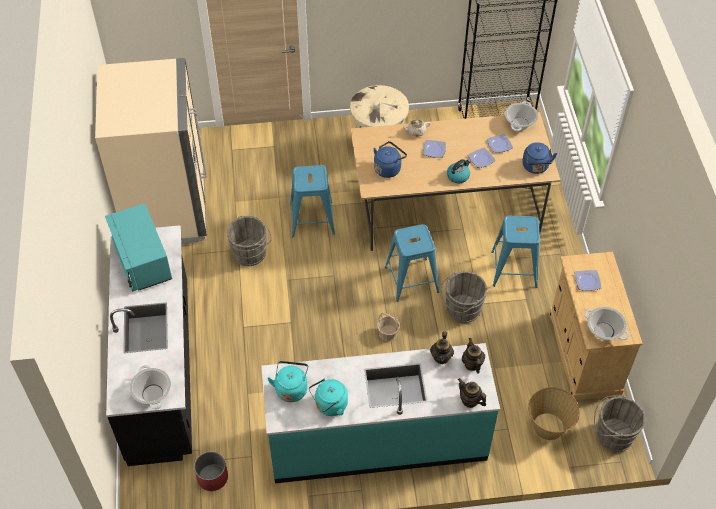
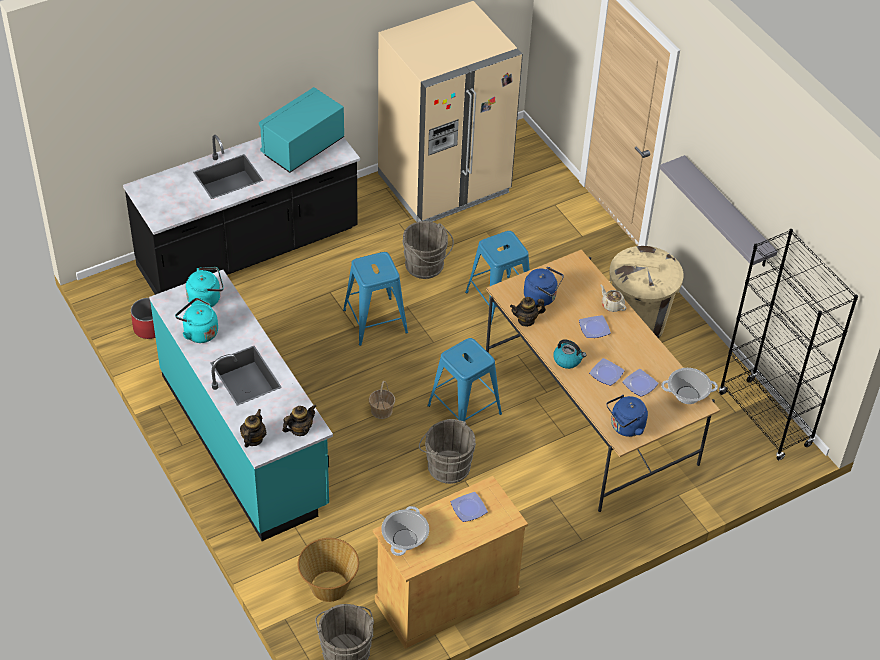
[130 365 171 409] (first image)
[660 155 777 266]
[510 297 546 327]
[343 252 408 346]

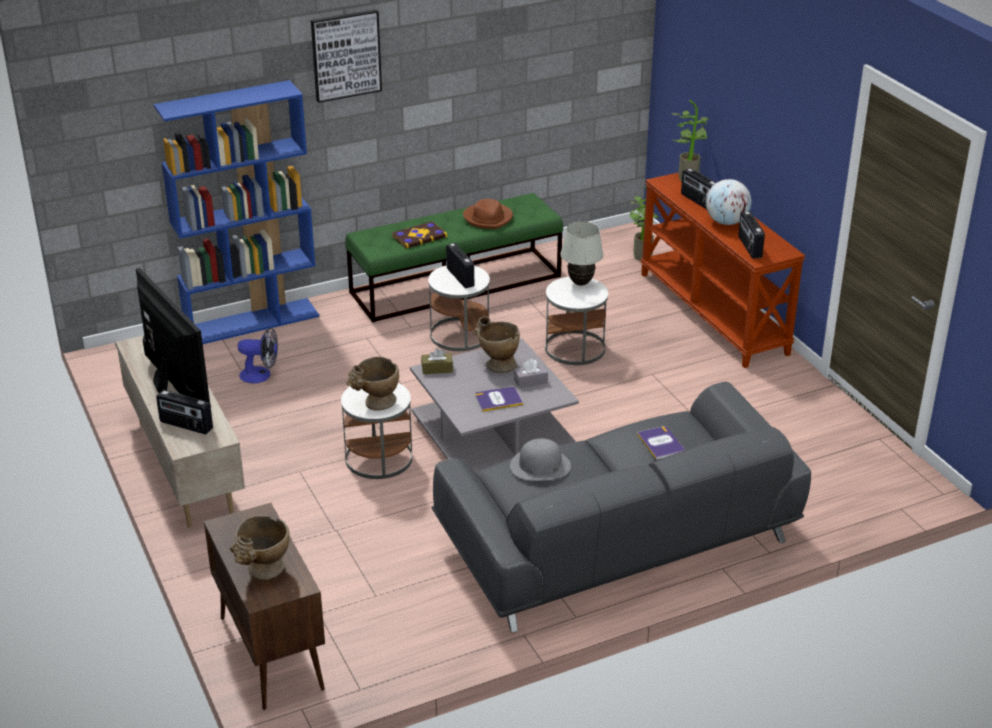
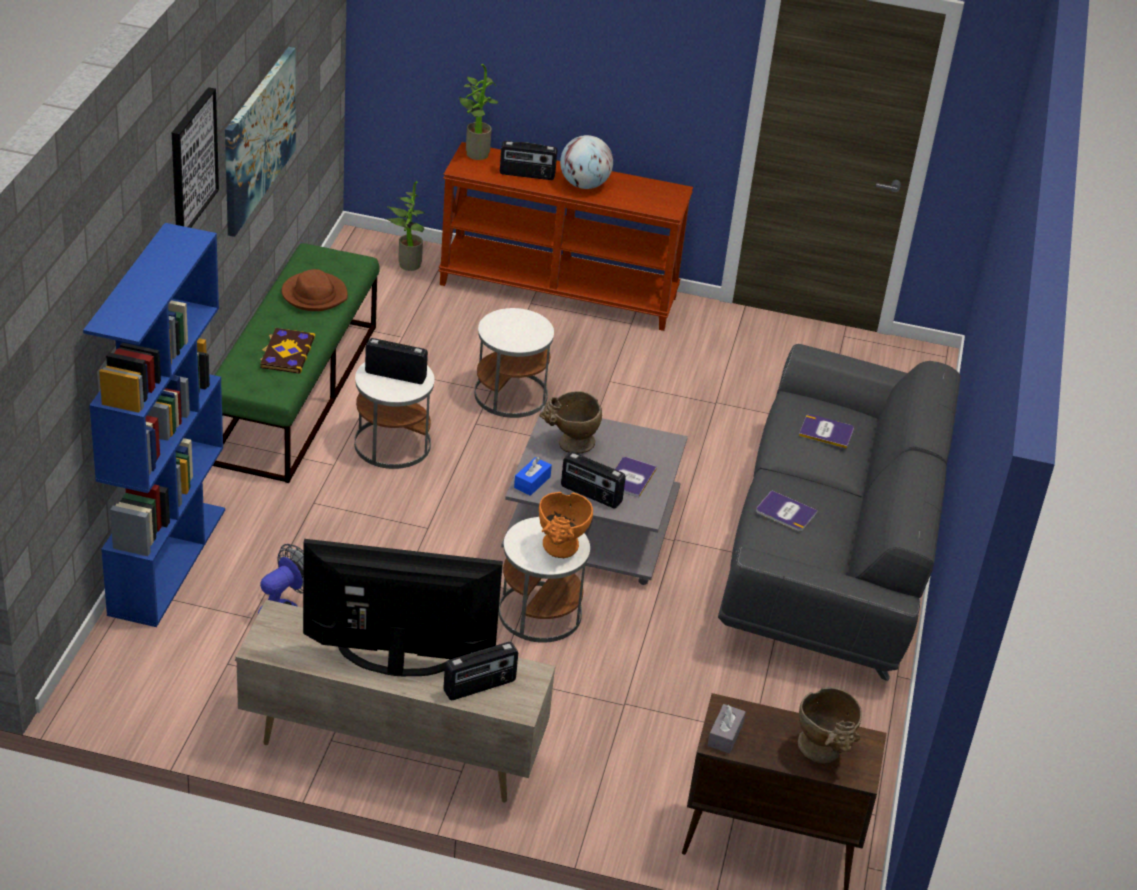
[560 222 604 286] (first image)
[225 47 296 237]
[708 704 746 754]
[561 452 626 509]
[756 490 818 531]
[539 492 593 558]
[514 457 552 496]

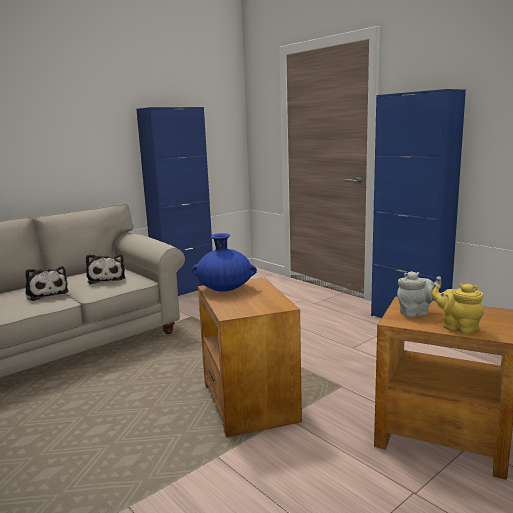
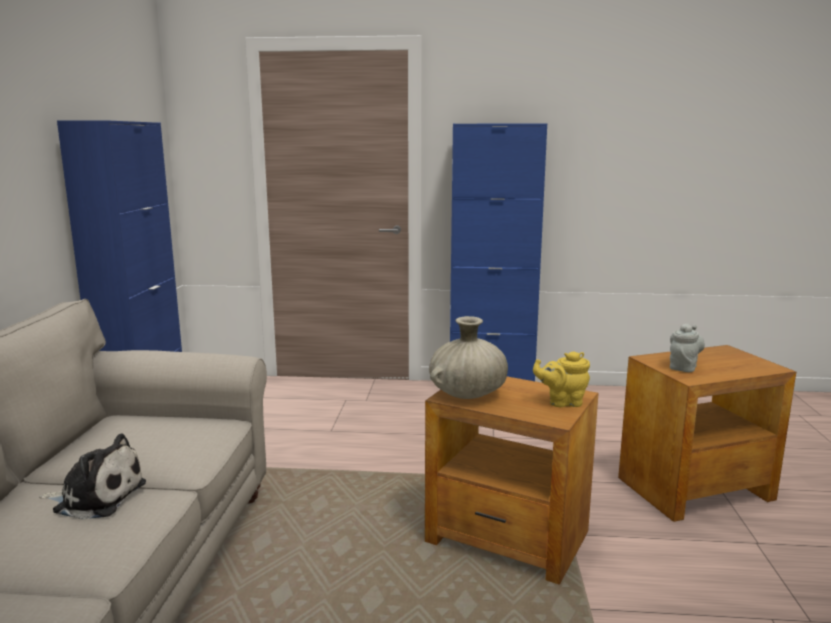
[86 254 125 284] (first image)
[533 351 590 407]
[429 316 508 399]

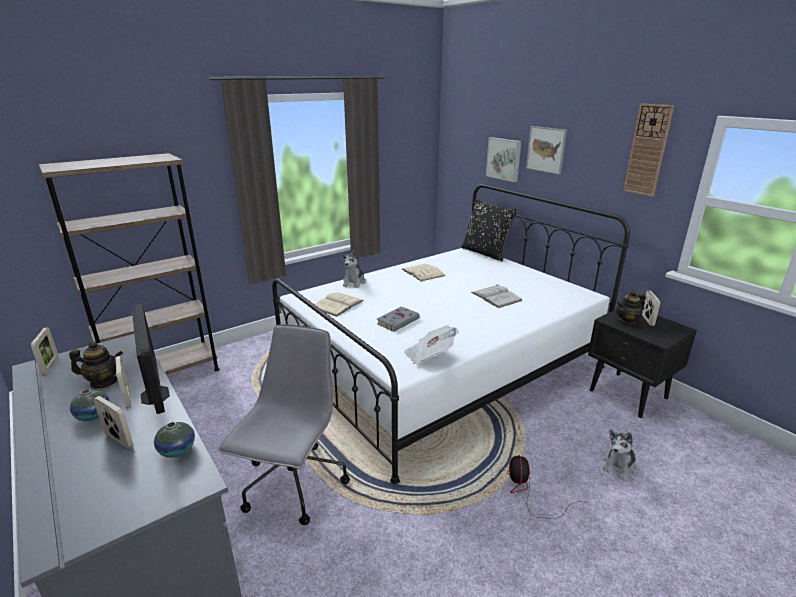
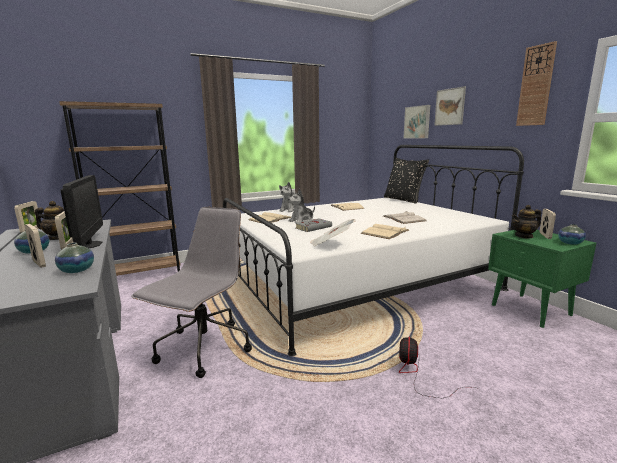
[361 224 409 239]
[558 224 586 245]
[288 189 315 223]
[488 230 596 328]

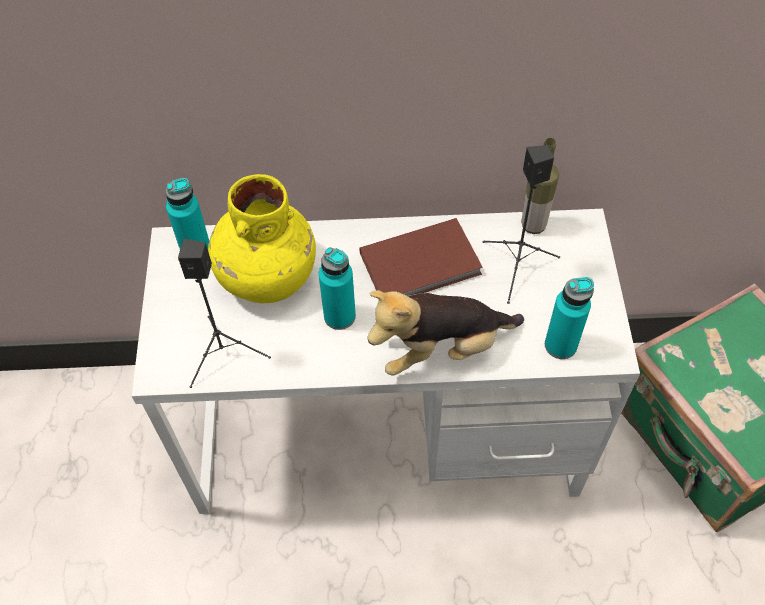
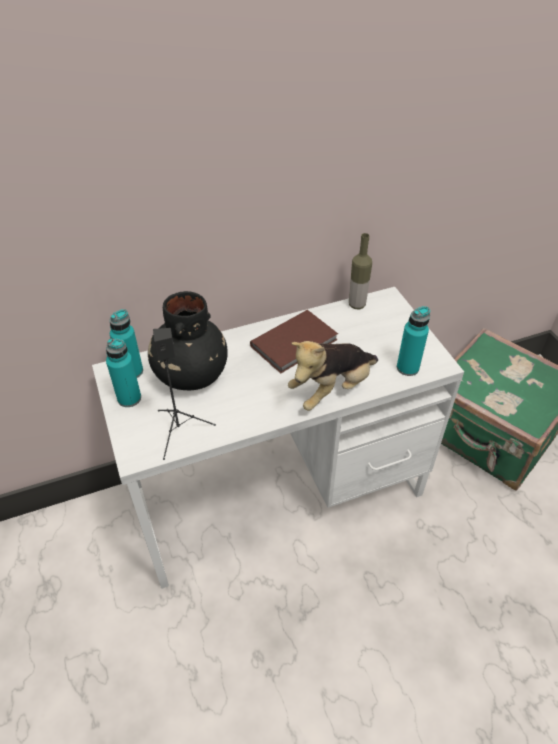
[483 145 560 304] (first image)
[106 338 141 407]
[148 291 228 390]

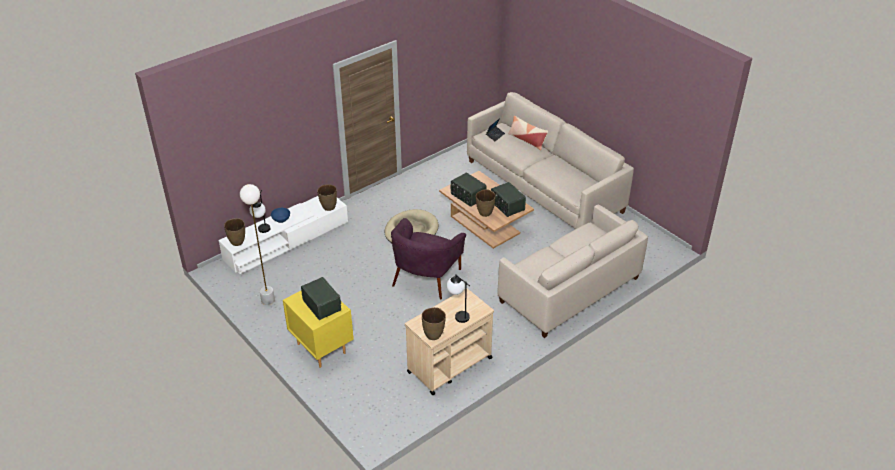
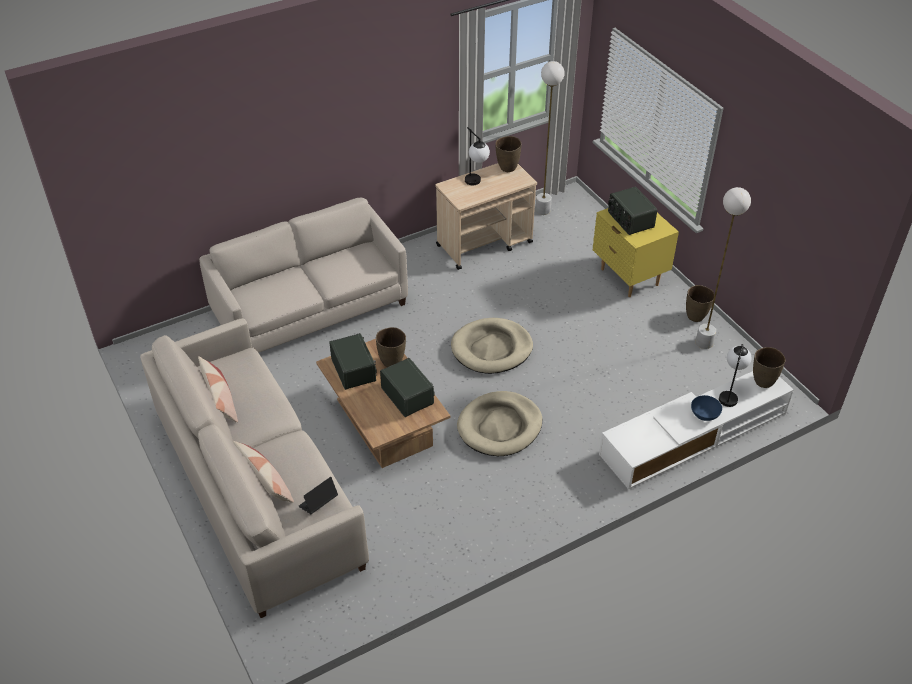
[198 356 238 423]
[535 61 564 215]
[686 285 715 322]
[451 318 533 374]

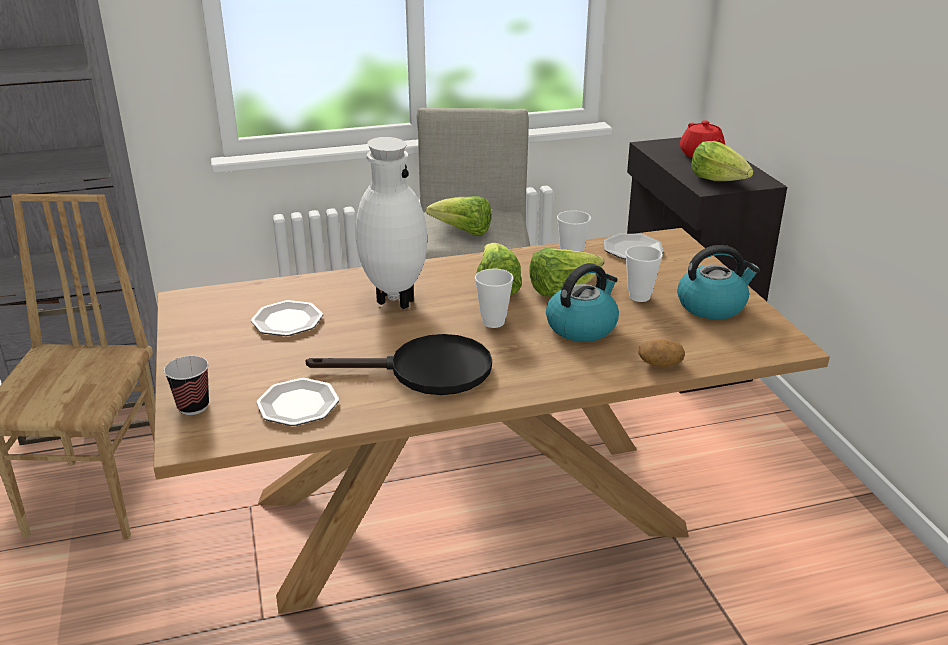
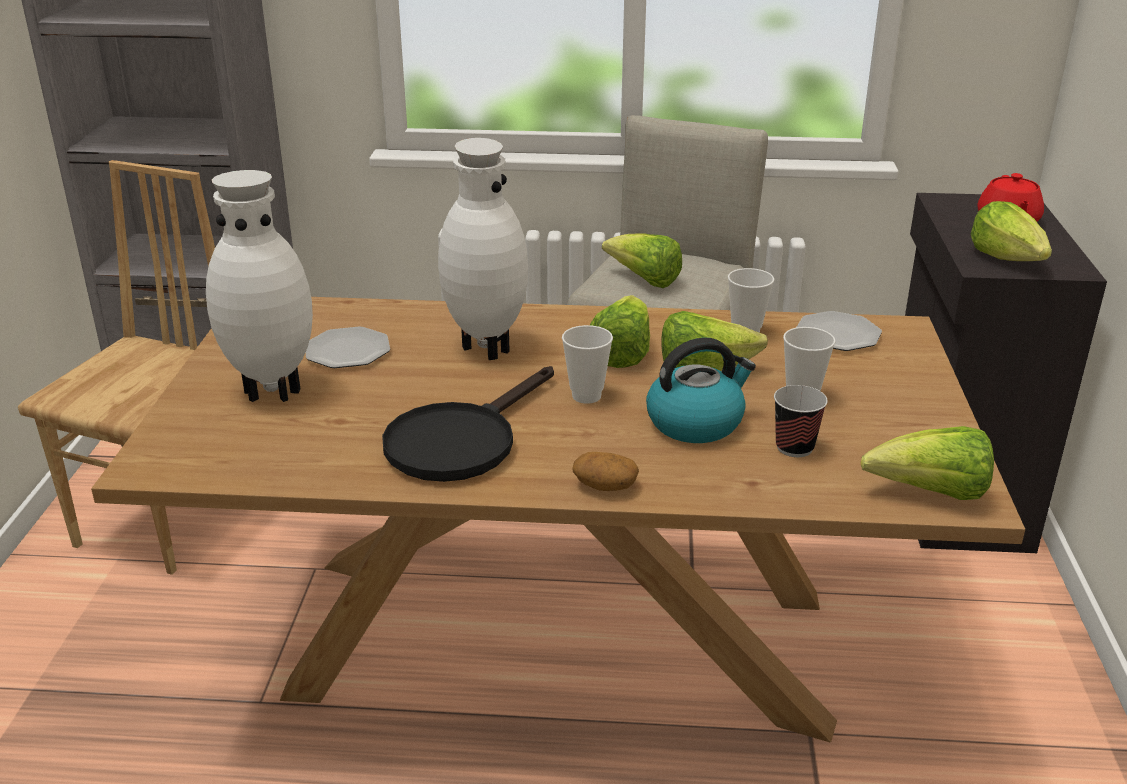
[256 378 339 426] (first image)
[677 245 760 319] (first image)
[206 170 313 402]
[861 426 994 500]
[774 385 828 457]
[573 452 639 491]
[382 366 554 482]

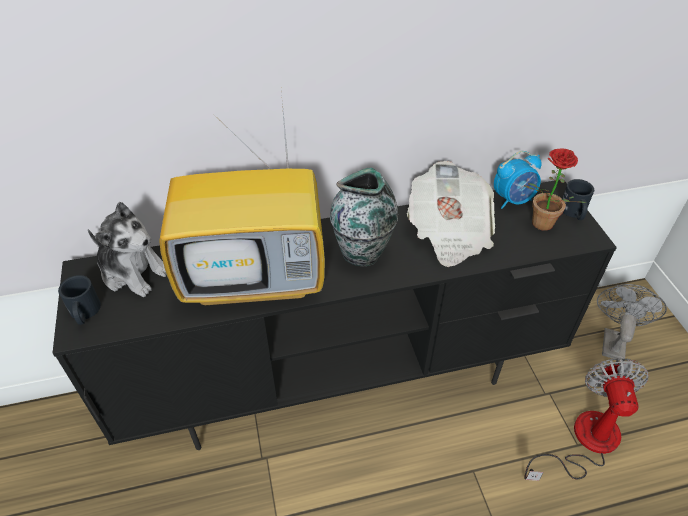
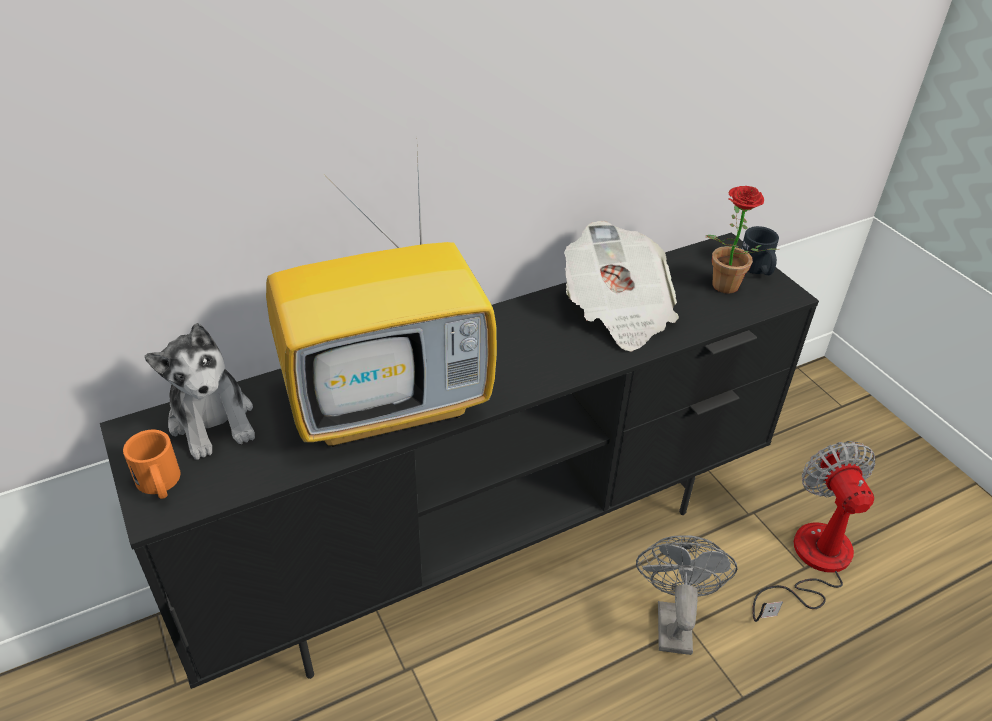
[330 168 398 266] (first image)
[494 151 542 209] (first image)
[636 536 738 655]
[123 430 180 499]
[145 323 255 460]

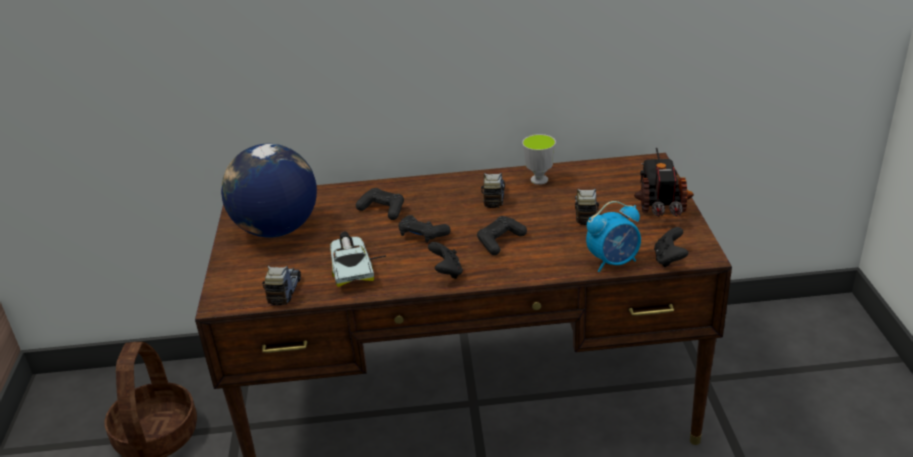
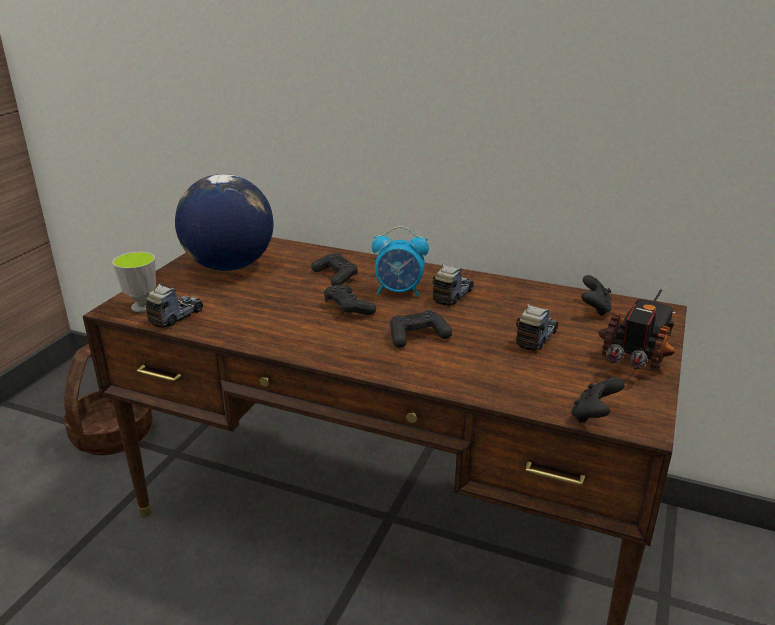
[330 232 386 287] (first image)
[581 275 611 316]
[112 251 156 312]
[372 226 429 297]

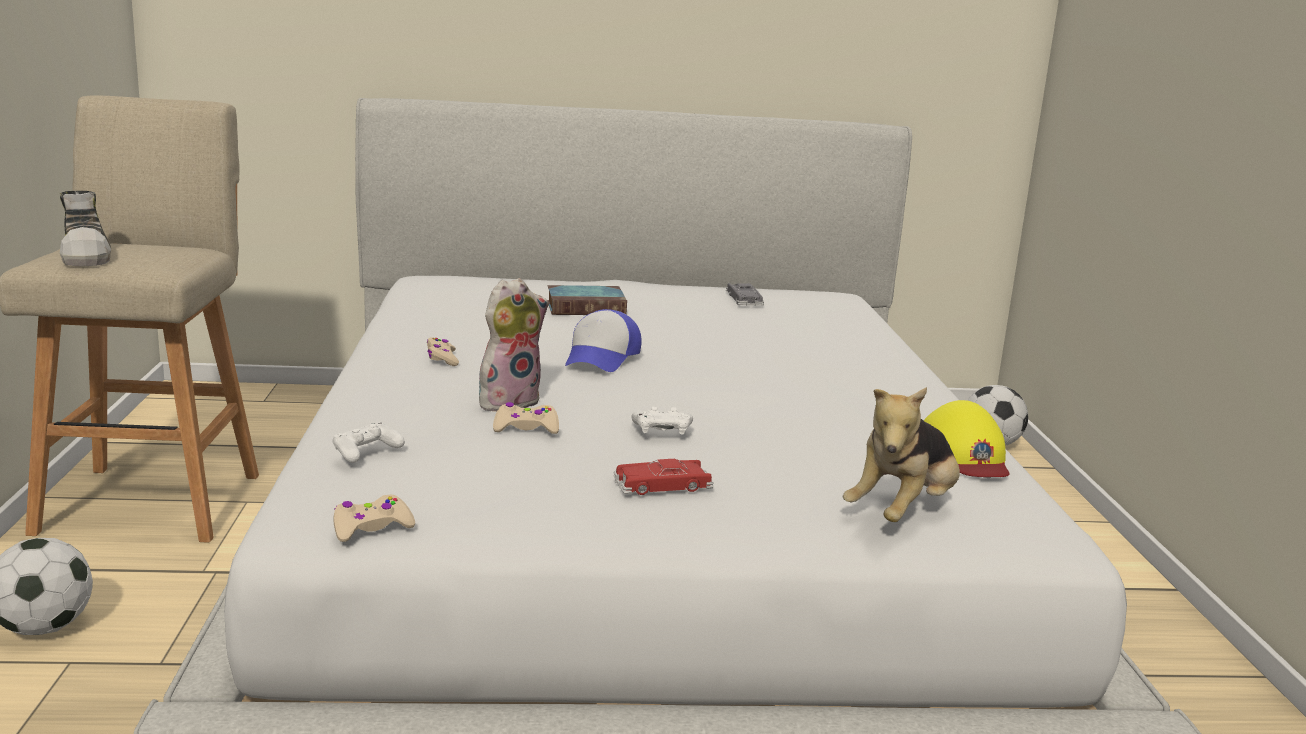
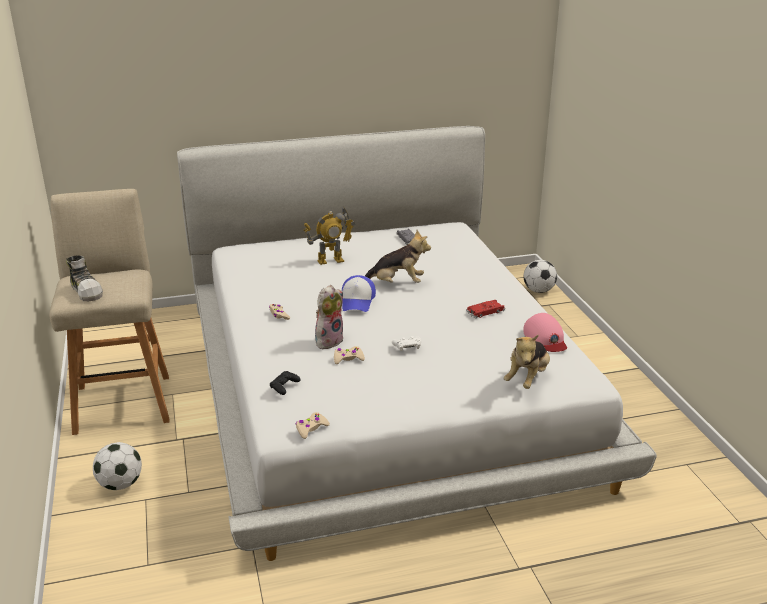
[365 230 431 283]
[466 300 505 318]
[304 206 355 265]
[270 371 301 395]
[523 313 567 352]

